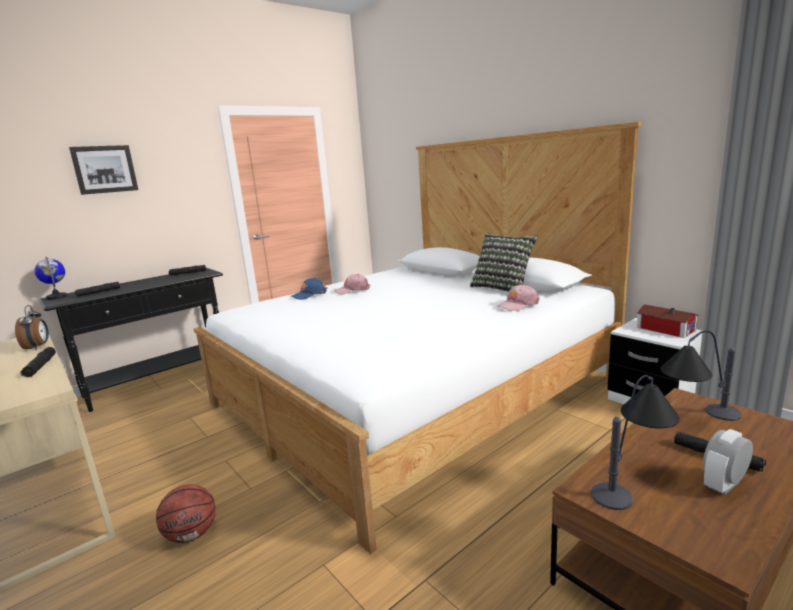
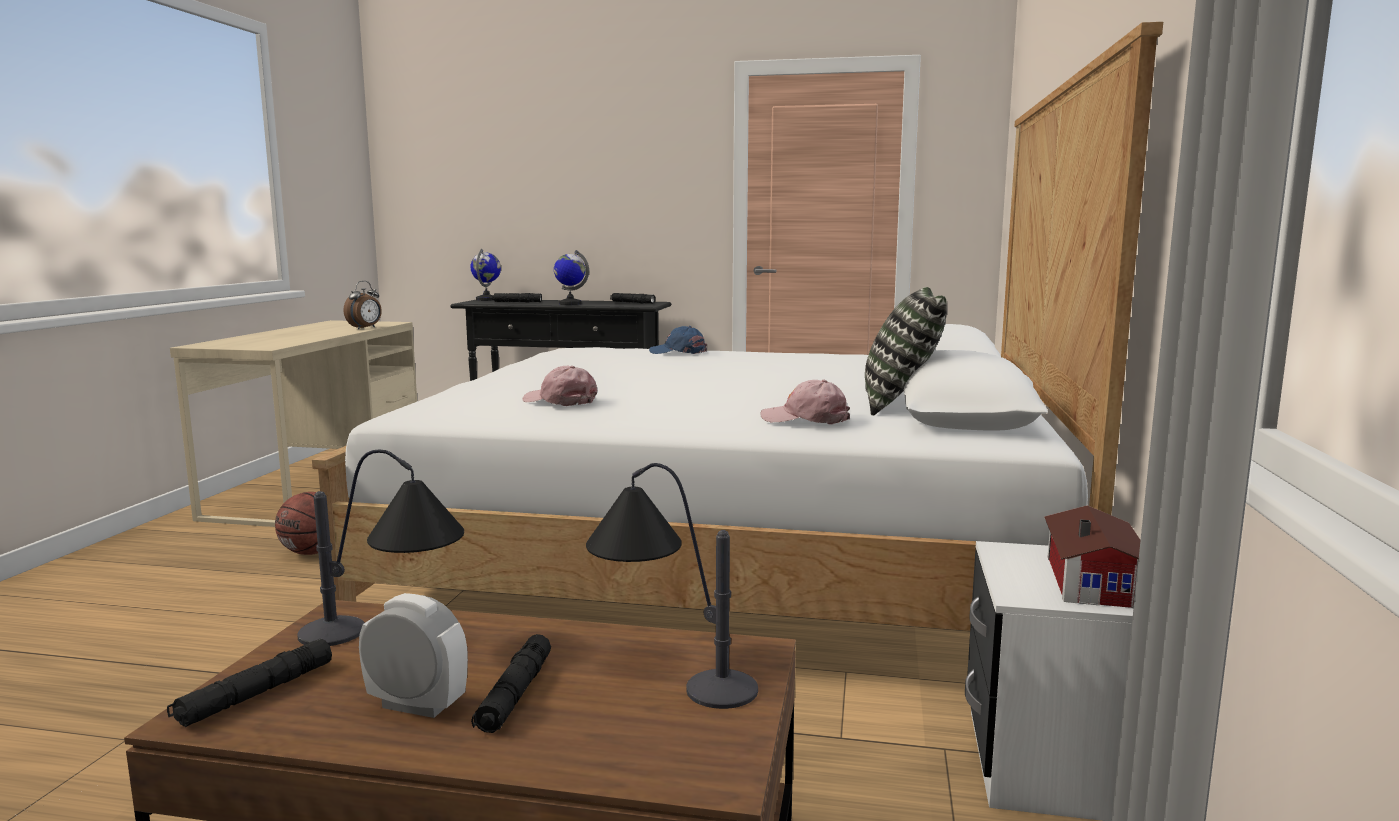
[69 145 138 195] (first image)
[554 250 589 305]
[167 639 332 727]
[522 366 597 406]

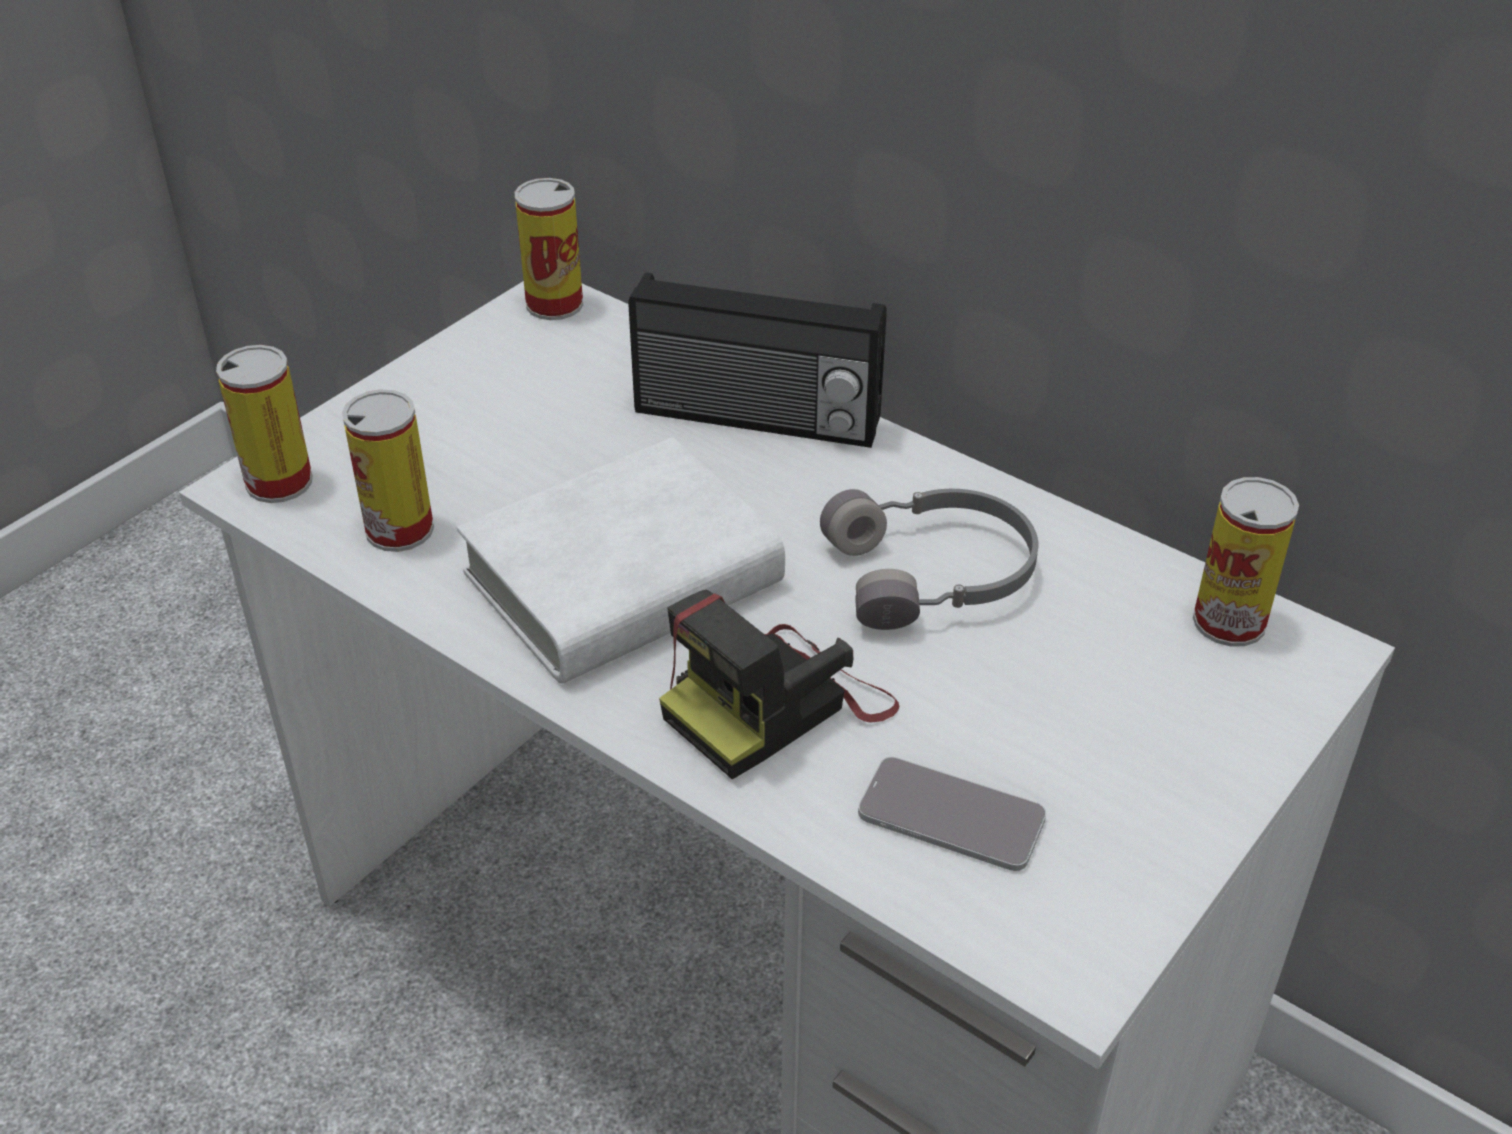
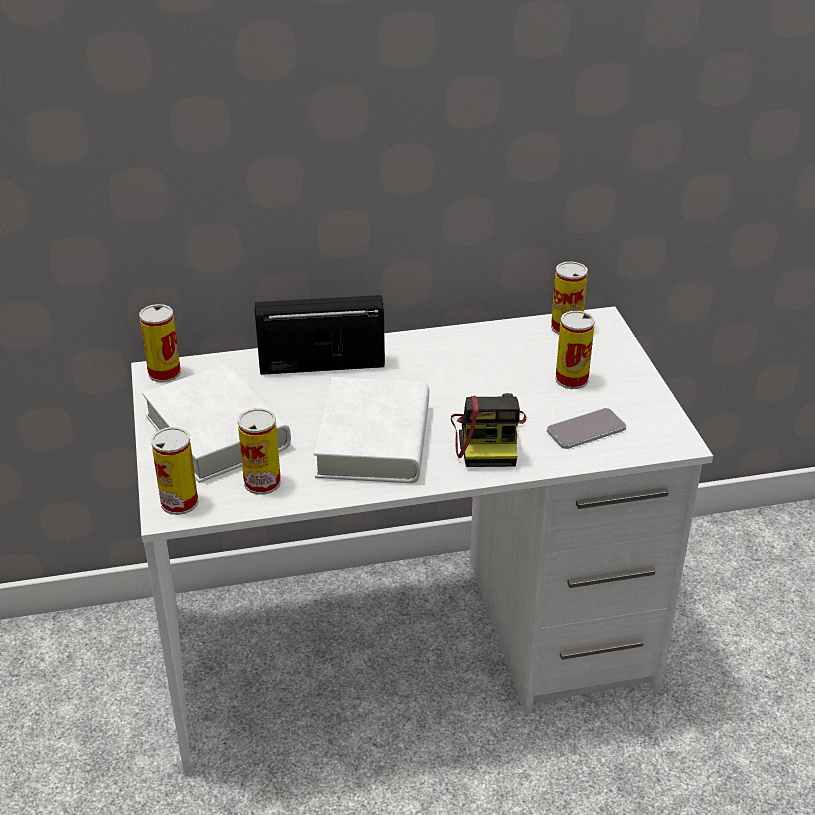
[820 489 1038 630] (first image)
[142 364 291 483]
[555 311 595 389]
[255 295 385 375]

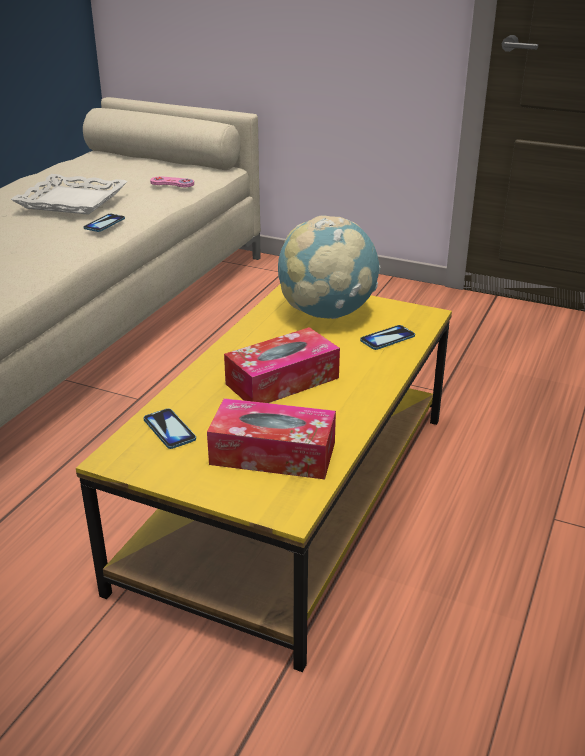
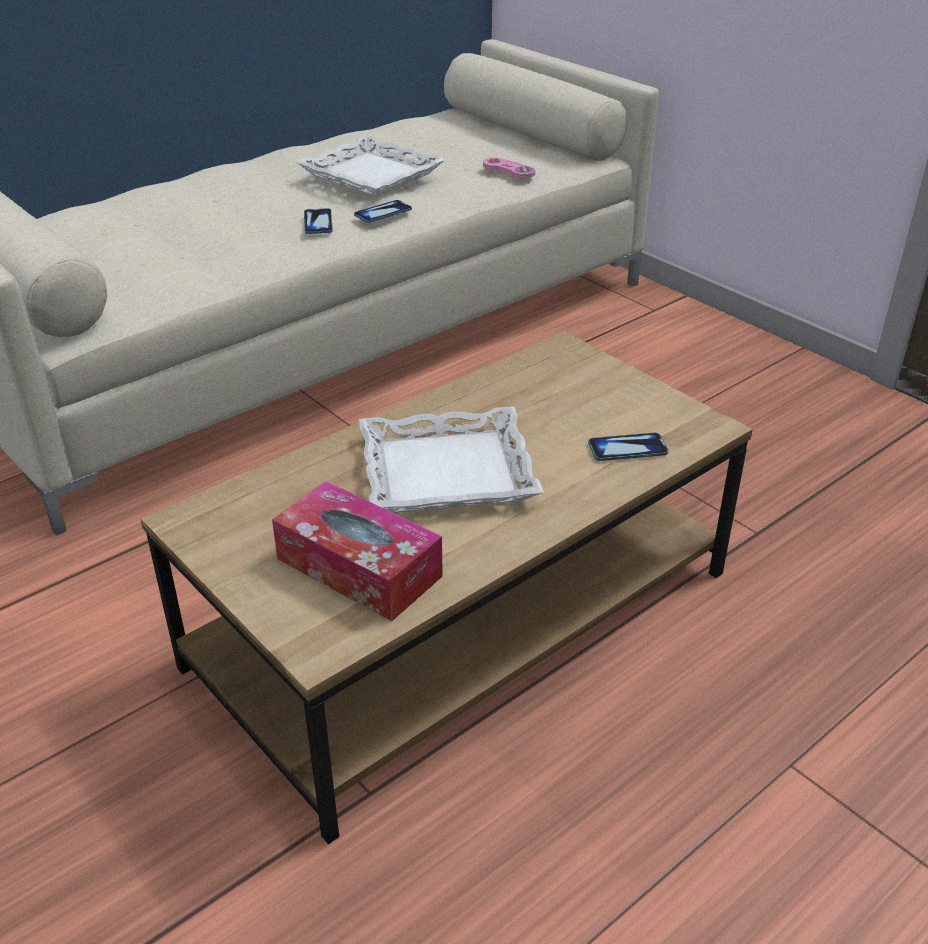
[278 215 380 319] (first image)
[304 208 333 234]
[359 407 544 513]
[140 331 753 844]

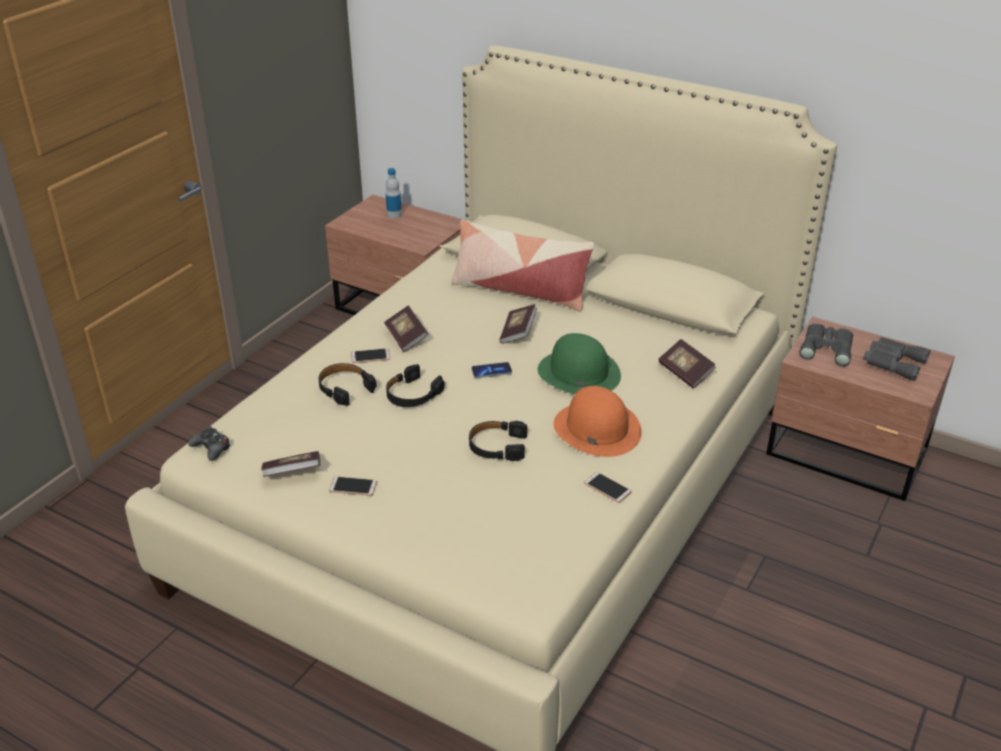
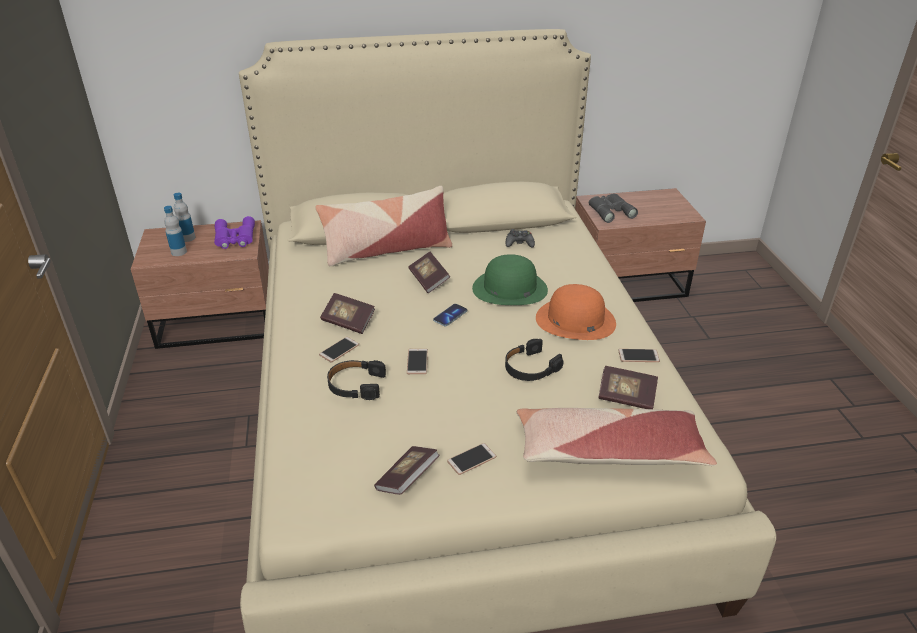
[863 337 930 381] (first image)
[164 206 187 256]
[214 216 255 249]
[517 408 717 466]
[506 229 535 247]
[598 366 658 409]
[407 349 428 374]

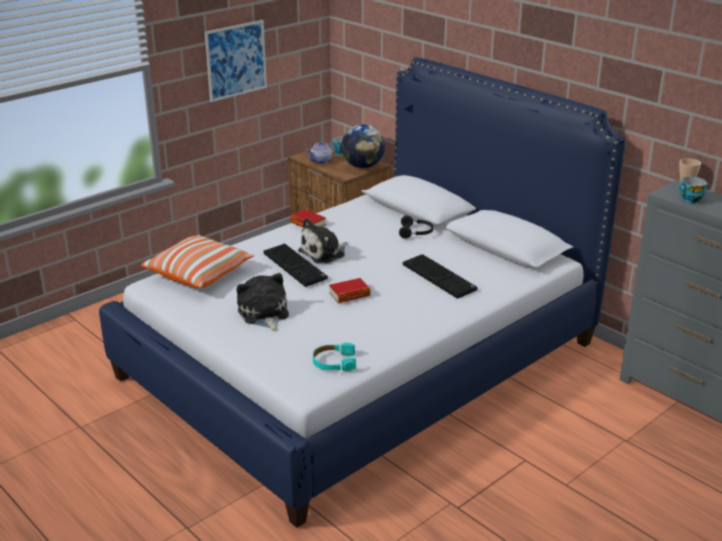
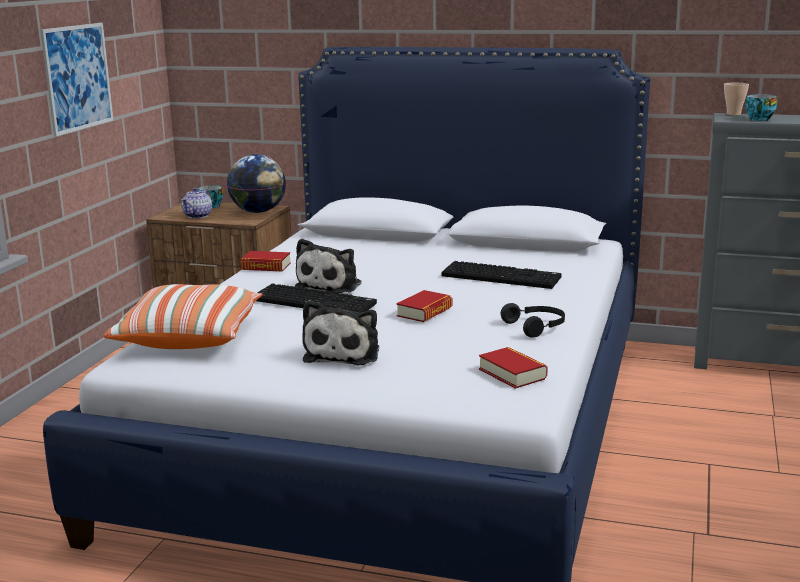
[501 303 565 338]
[479 347 548 389]
[302 300 379 366]

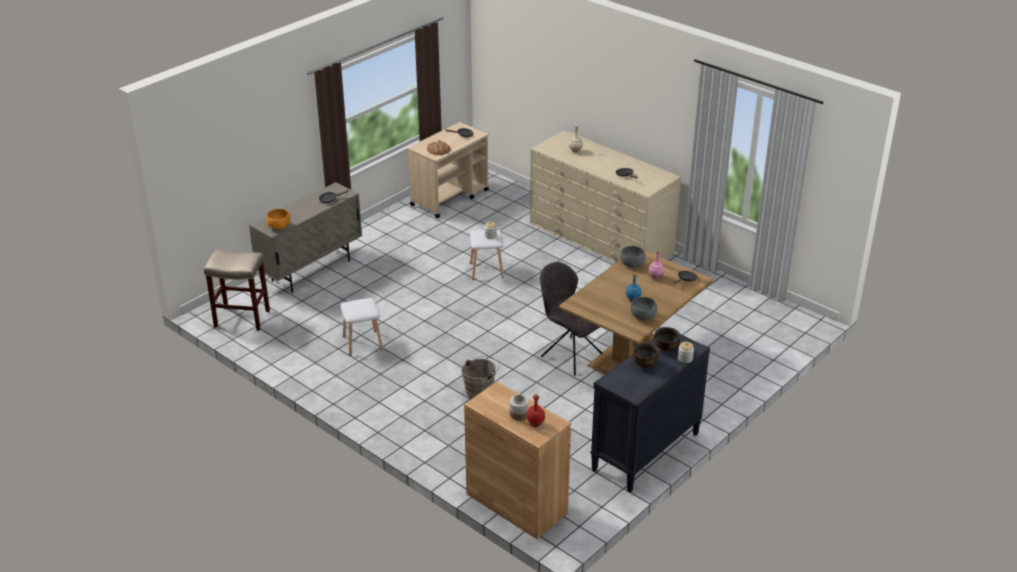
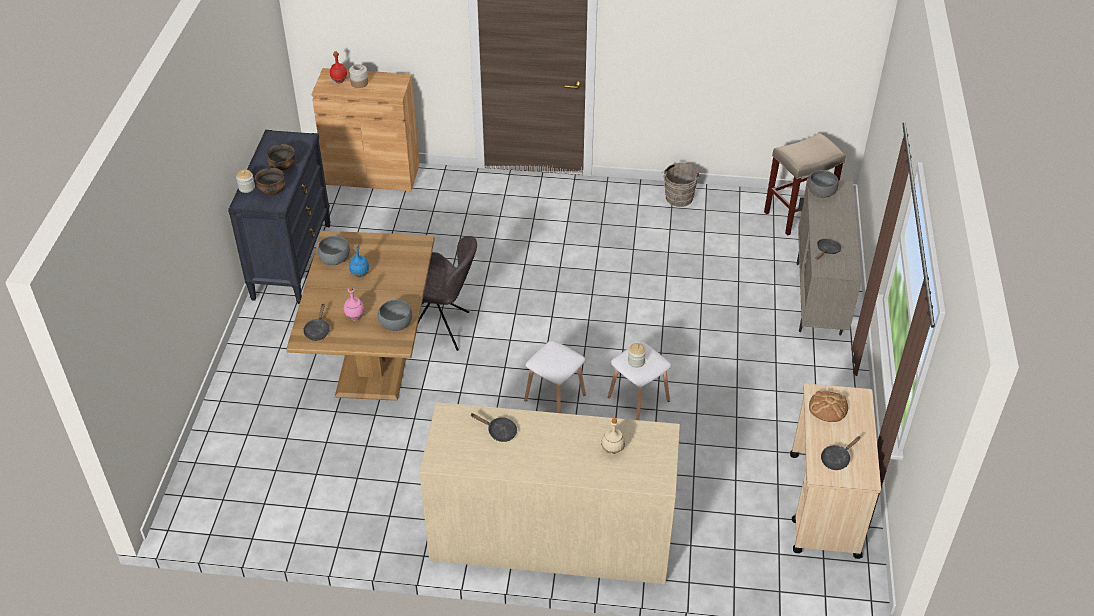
[524 340 586 413]
[663 162 700 207]
[807 170 839 198]

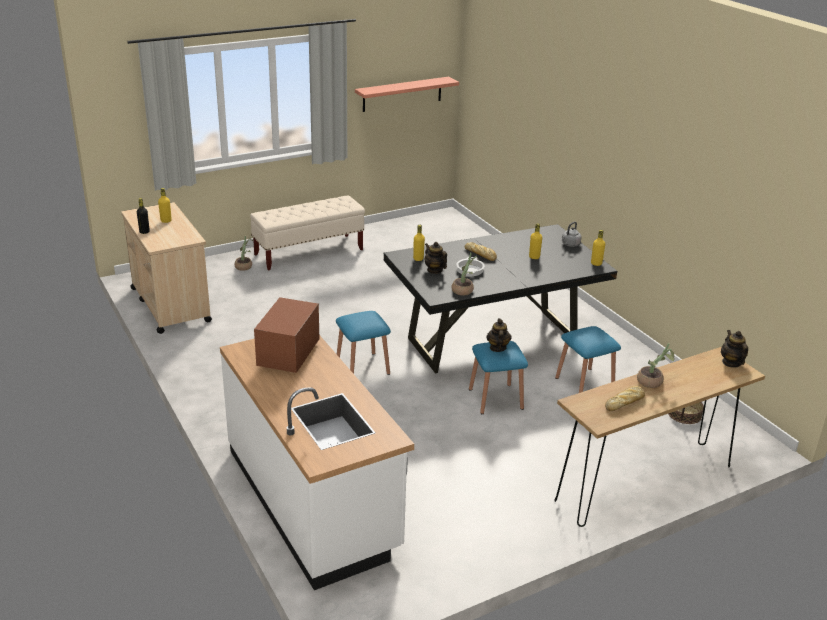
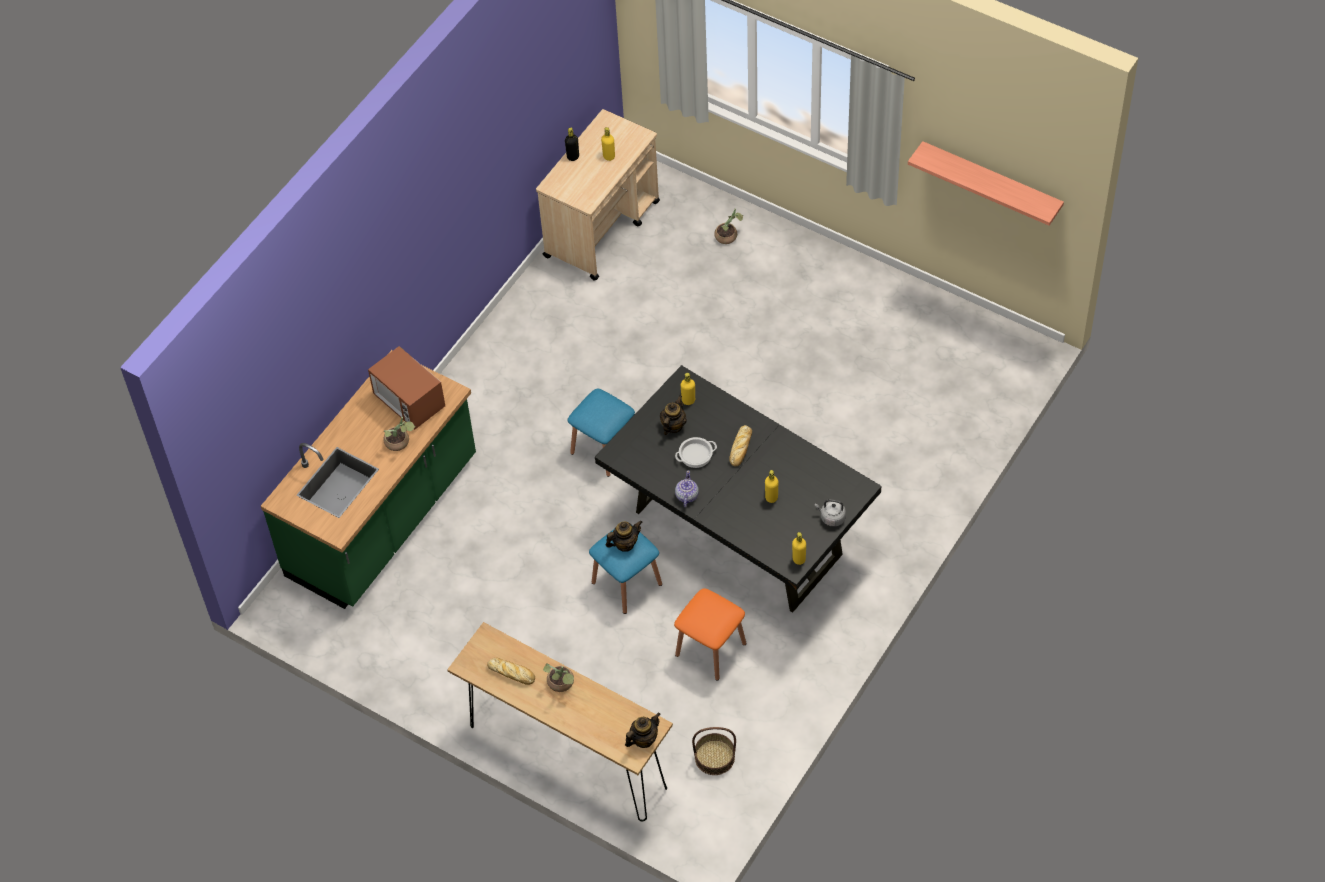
[250 195 365 270] (first image)
[675 470 699 508]
[383 417 416 451]
[261 350 476 609]
[674 588 746 681]
[368 346 445 430]

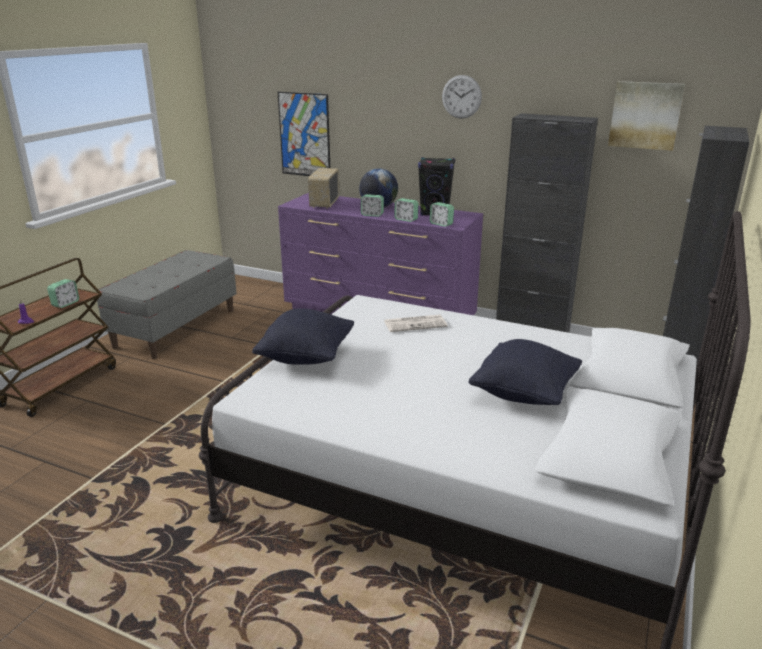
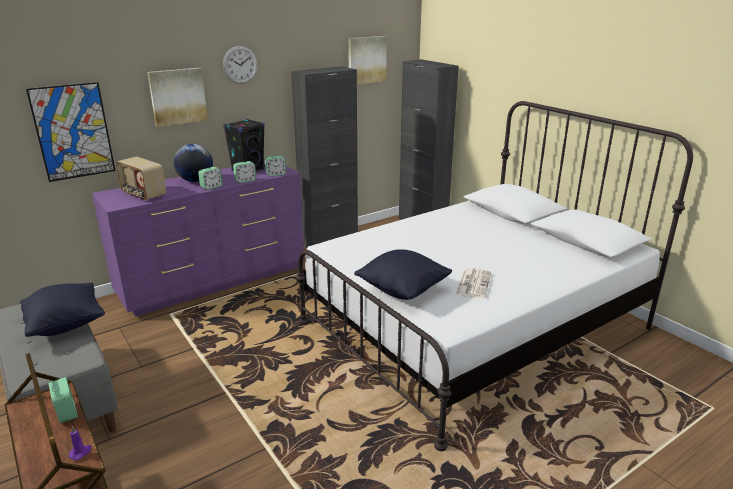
[147 68 208 127]
[456 268 492 299]
[20 283 105 337]

